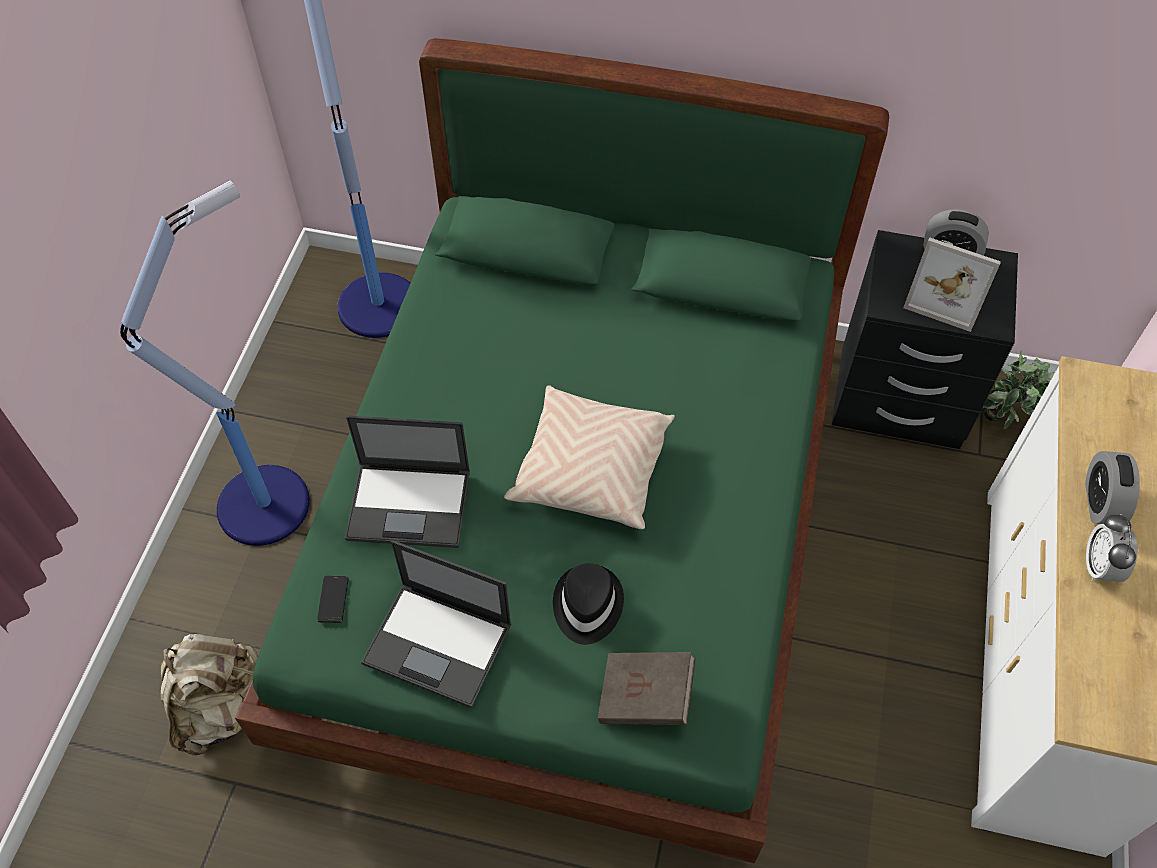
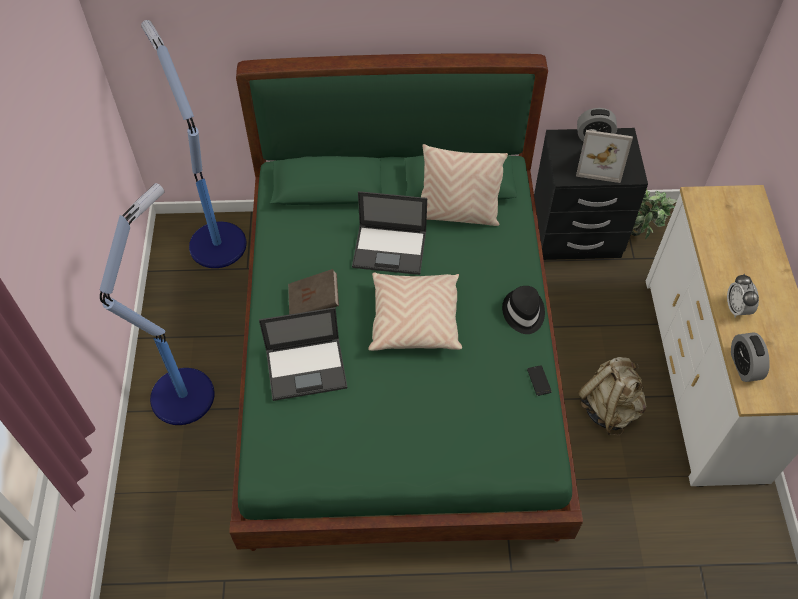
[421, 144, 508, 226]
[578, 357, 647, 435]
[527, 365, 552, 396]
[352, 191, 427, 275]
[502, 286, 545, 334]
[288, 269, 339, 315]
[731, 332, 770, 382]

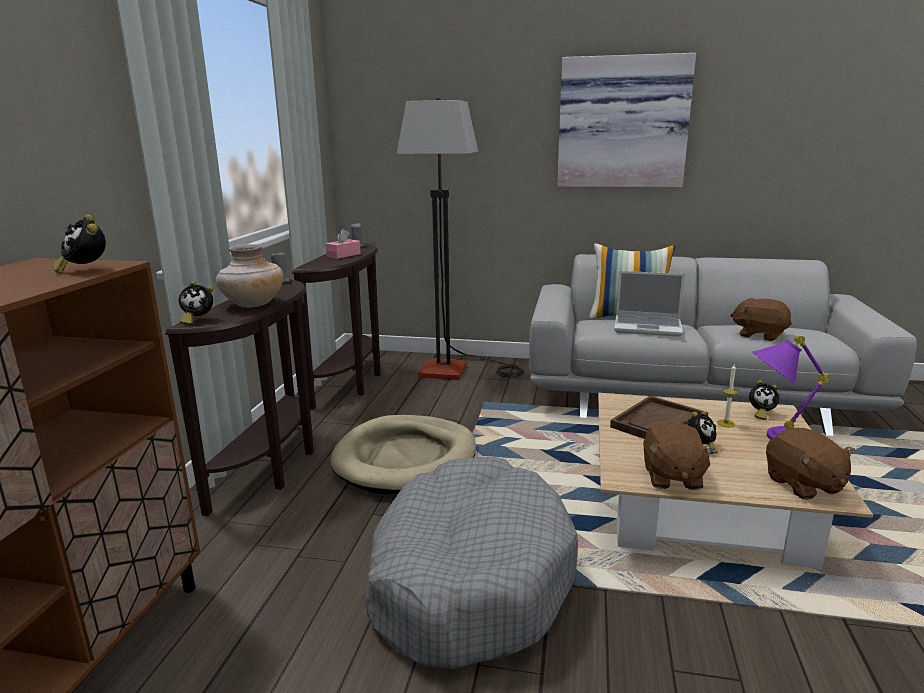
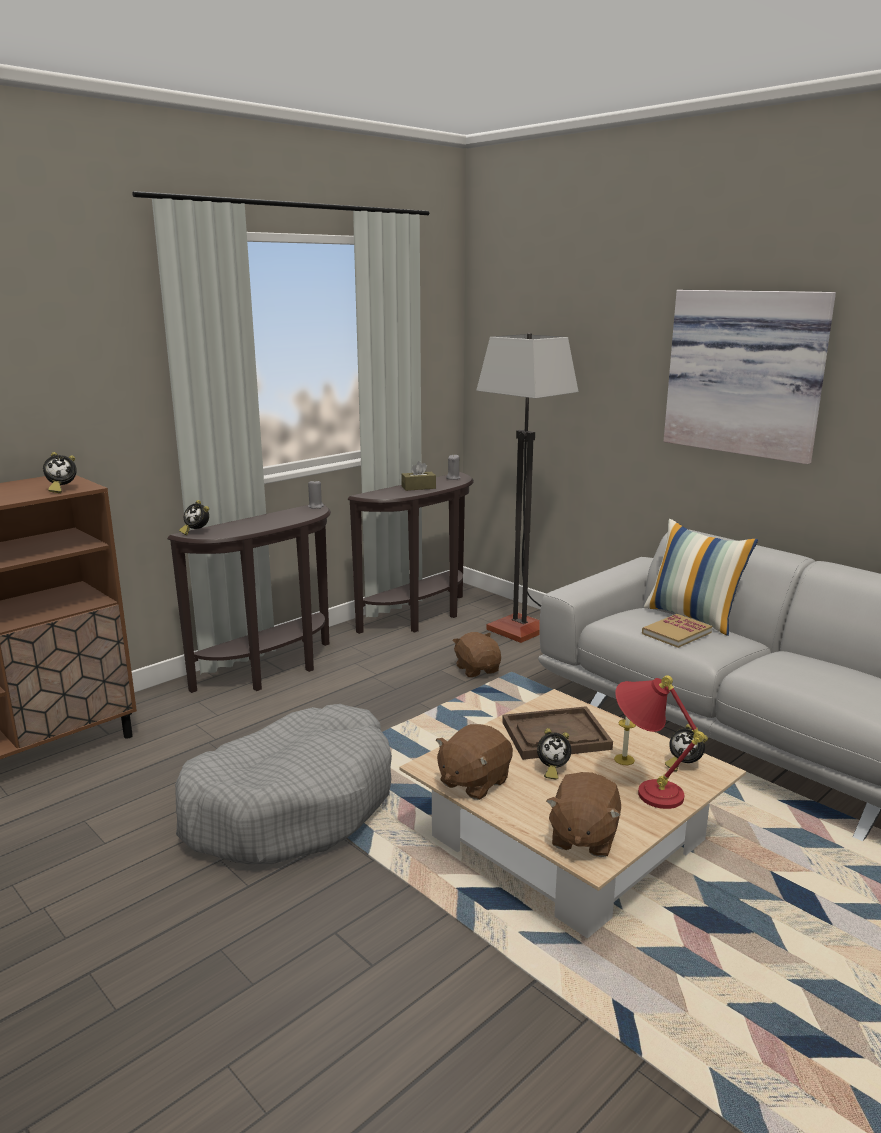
[216, 244, 283, 308] (first image)
[330, 415, 476, 494] (first image)
[452, 632, 501, 677]
[642, 614, 712, 648]
[401, 461, 436, 491]
[615, 675, 705, 809]
[43, 452, 77, 493]

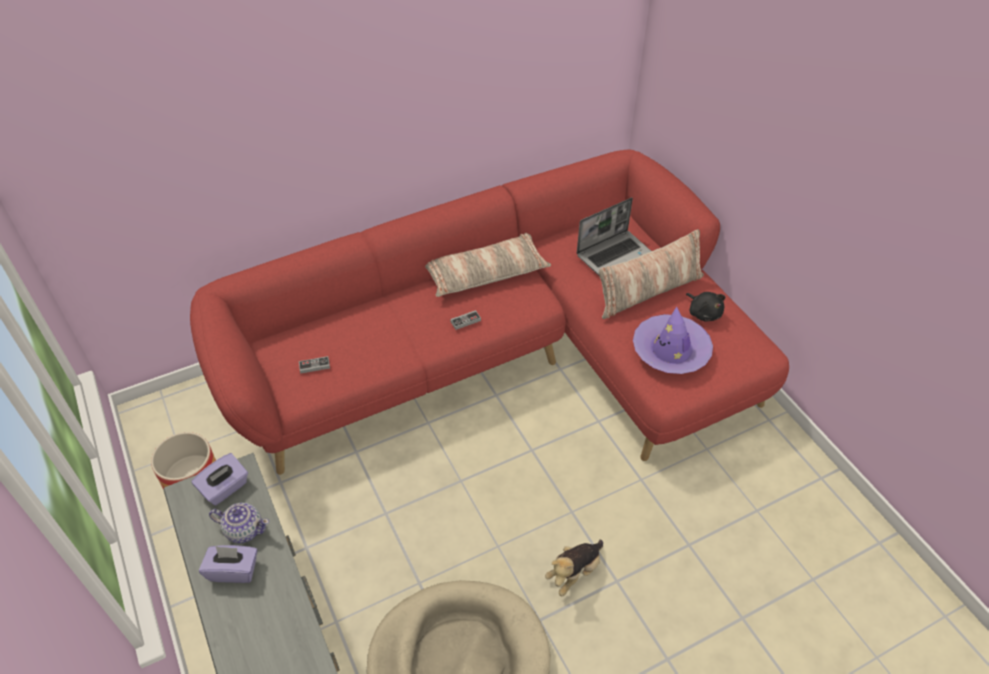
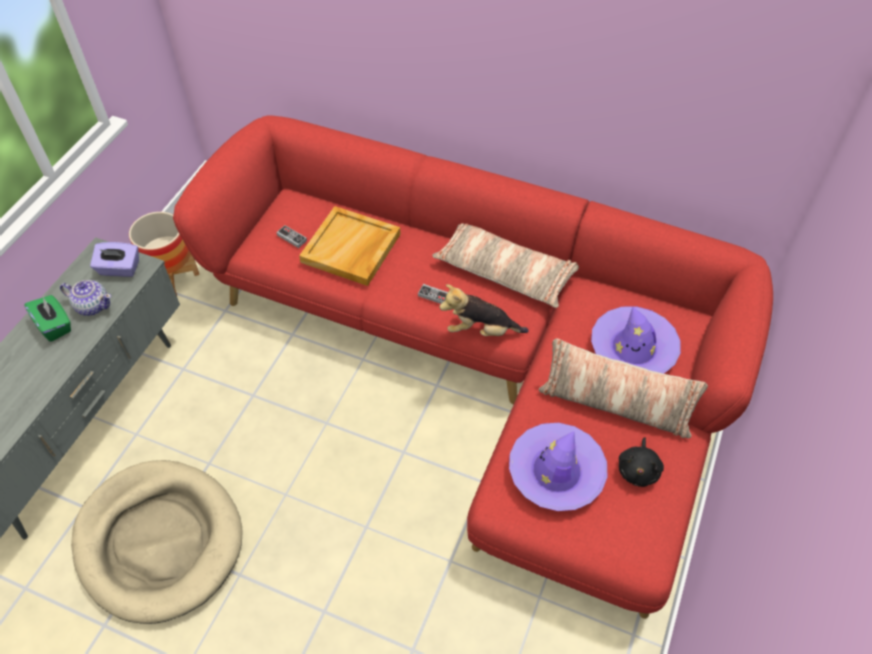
[299, 206, 401, 286]
[439, 284, 528, 336]
[591, 306, 681, 374]
[24, 295, 71, 342]
[60, 280, 111, 316]

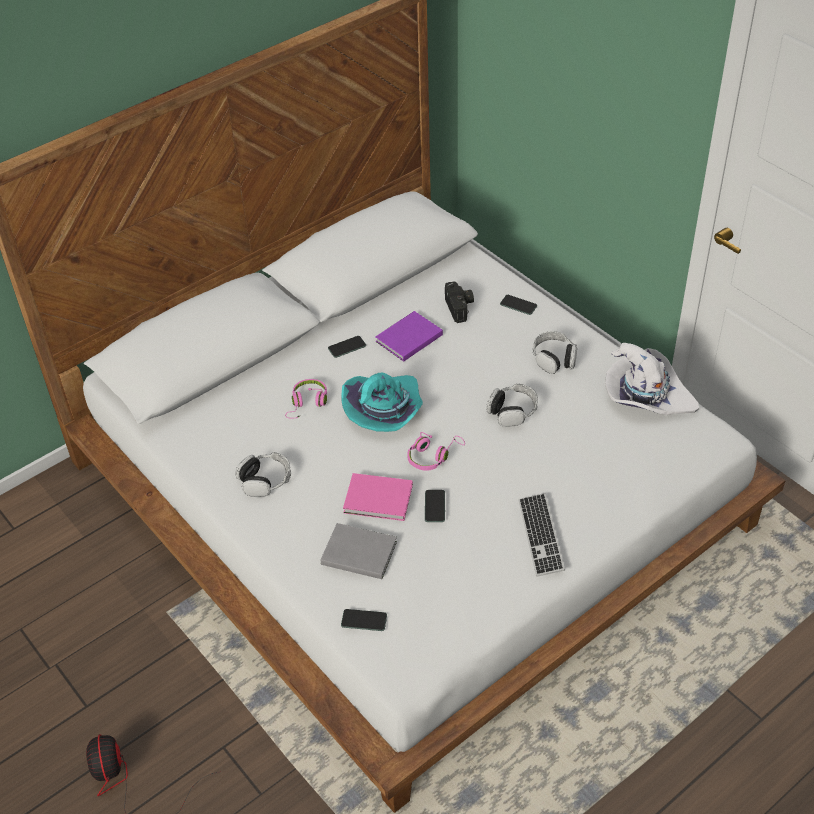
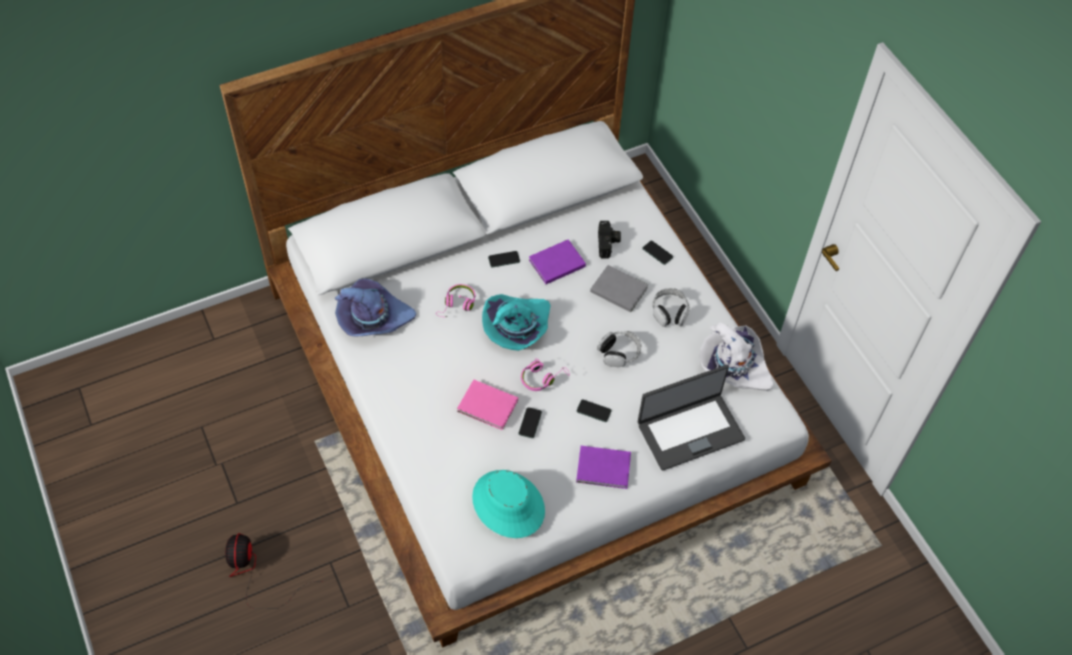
[235, 452, 291, 497] (first image)
[335, 278, 417, 336]
[472, 470, 545, 538]
[638, 365, 745, 471]
[590, 265, 648, 312]
[577, 399, 612, 422]
[576, 446, 631, 489]

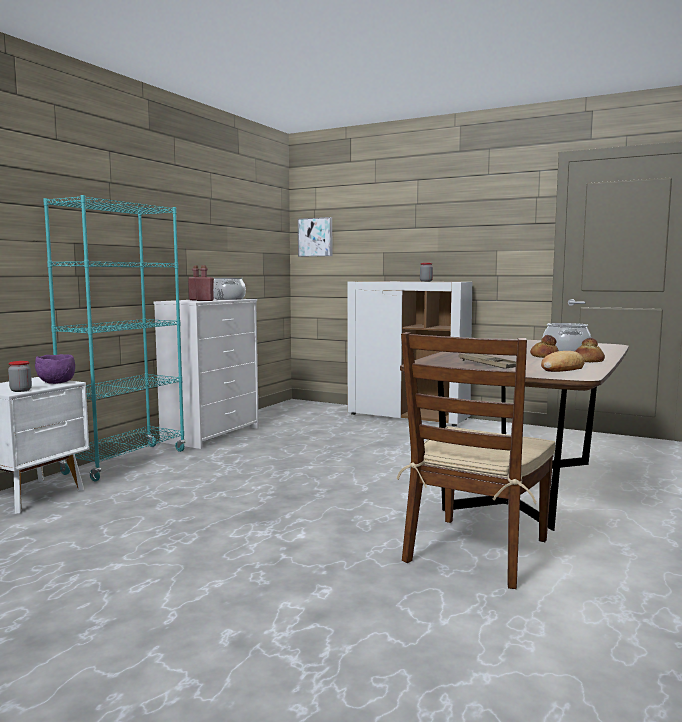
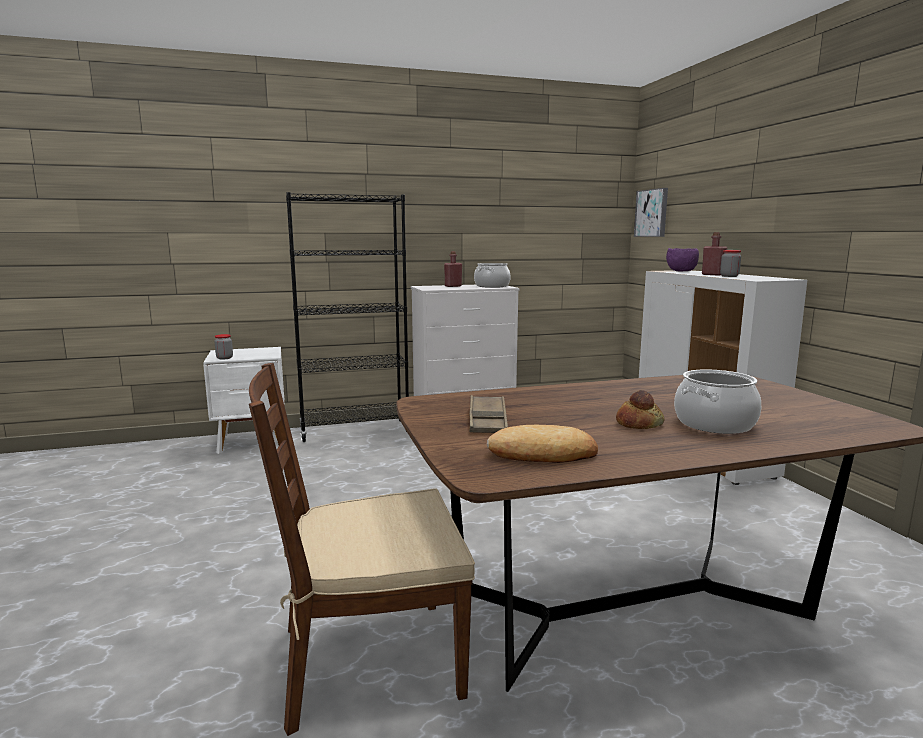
[575, 338, 605, 362] (first image)
[666, 248, 699, 272]
[702, 232, 727, 276]
[286, 192, 409, 442]

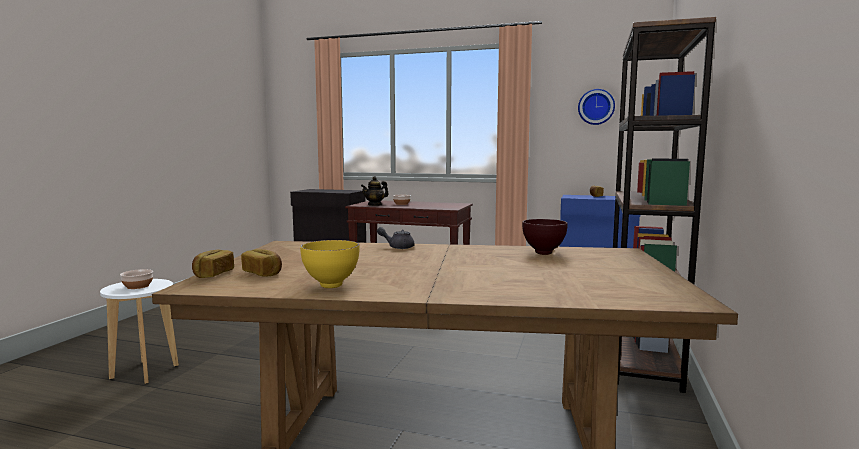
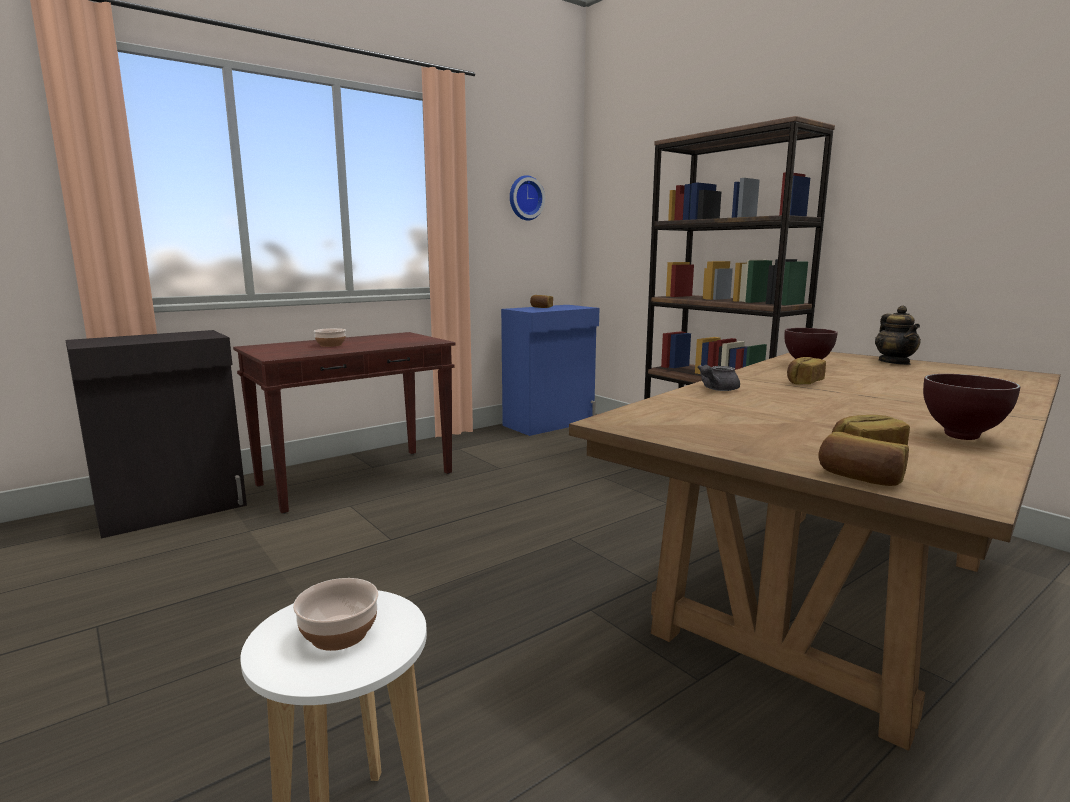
[787, 357, 826, 385]
[875, 305, 921, 365]
[923, 374, 1020, 440]

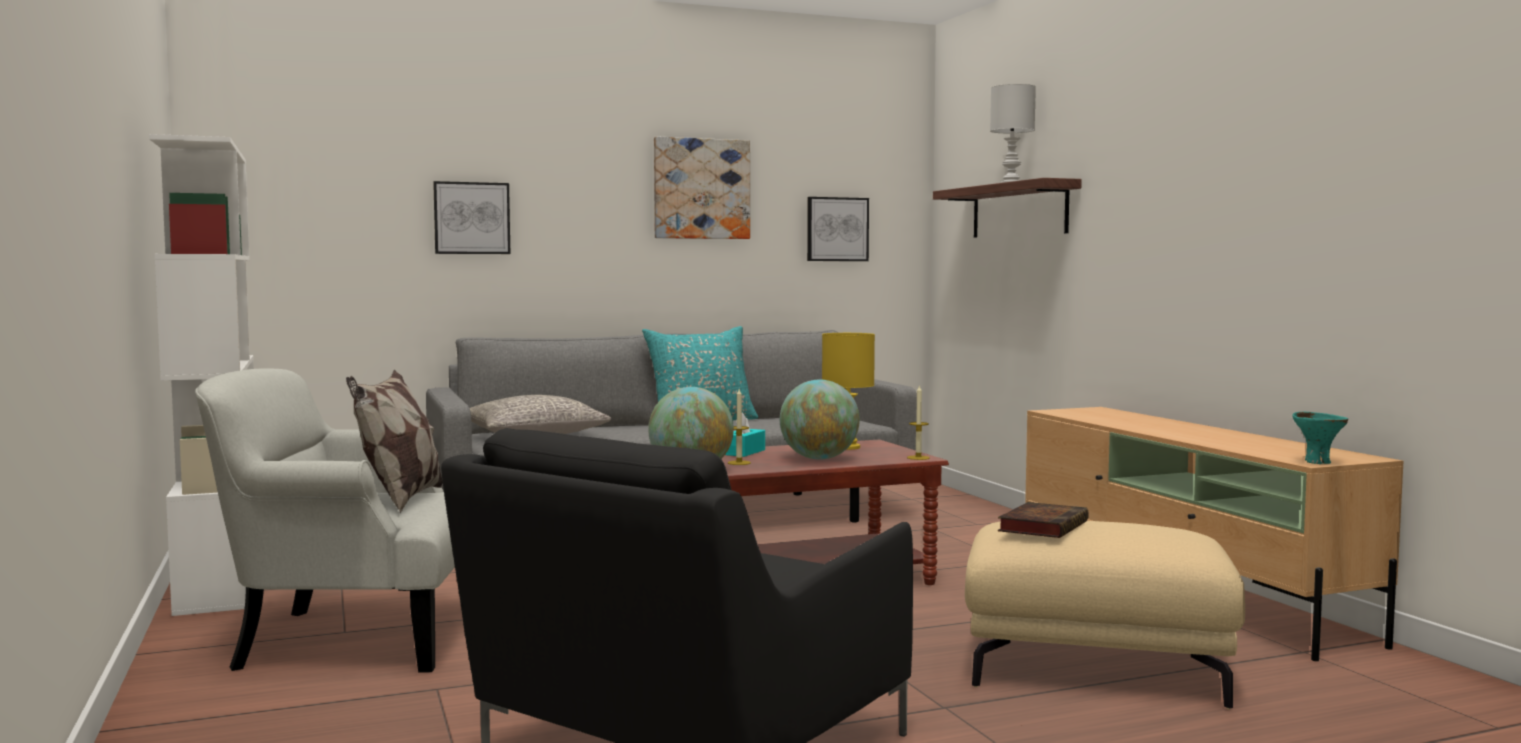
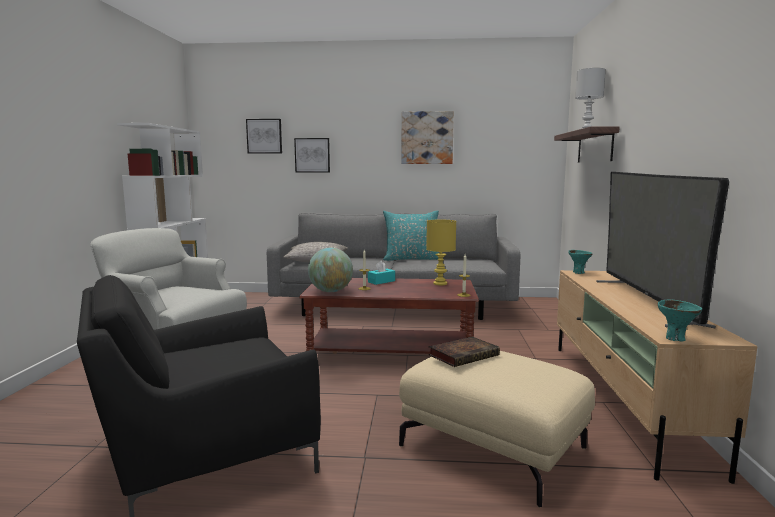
[346, 370, 443, 513] (first image)
[780, 380, 860, 460] (first image)
[568, 250, 593, 274]
[597, 172, 729, 328]
[246, 119, 282, 154]

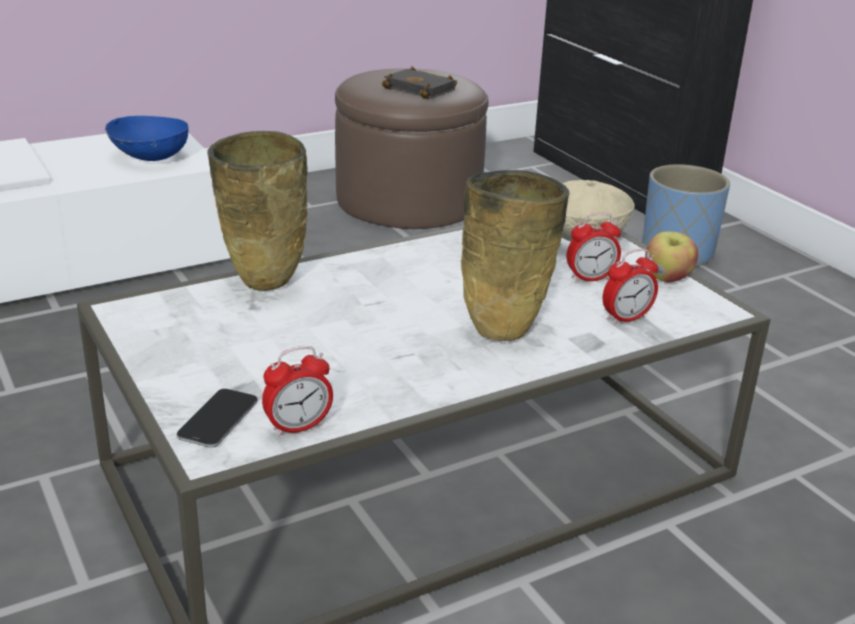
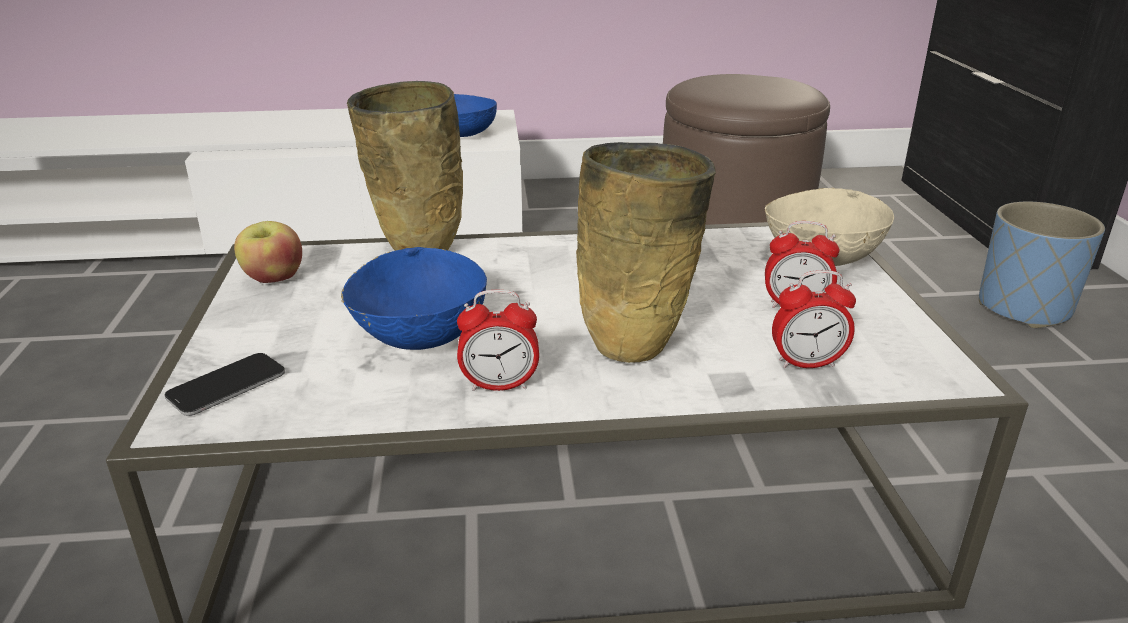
[382, 66, 457, 100] (first image)
[341, 247, 487, 350]
[457, 290, 539, 391]
[234, 221, 302, 283]

